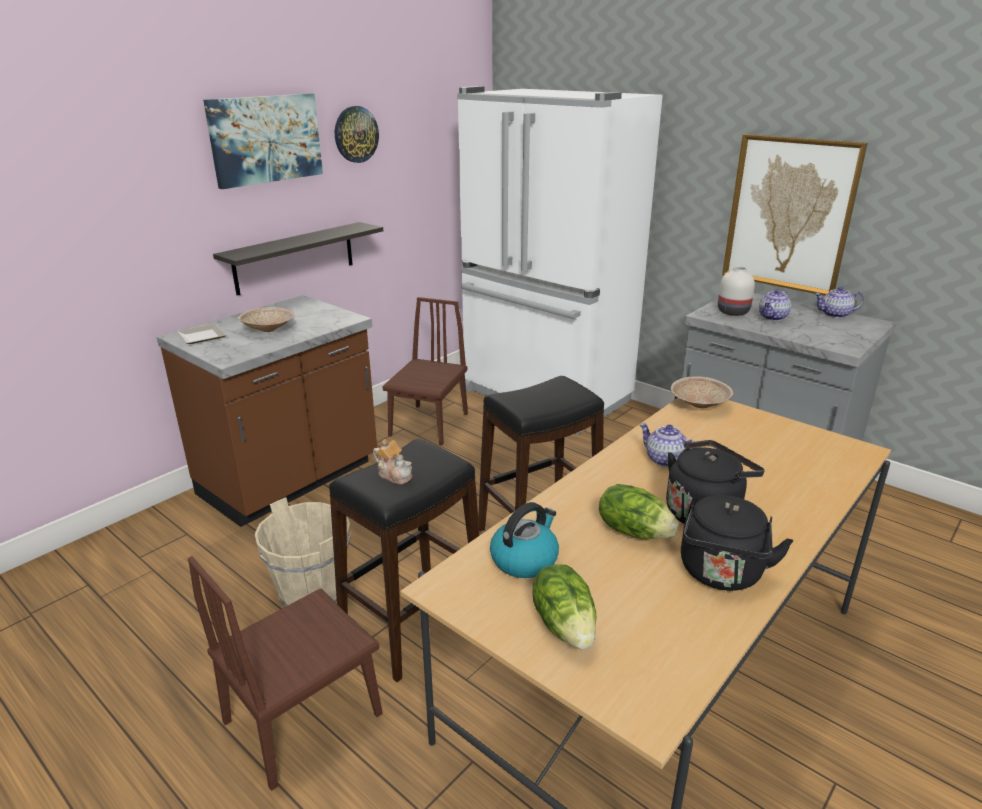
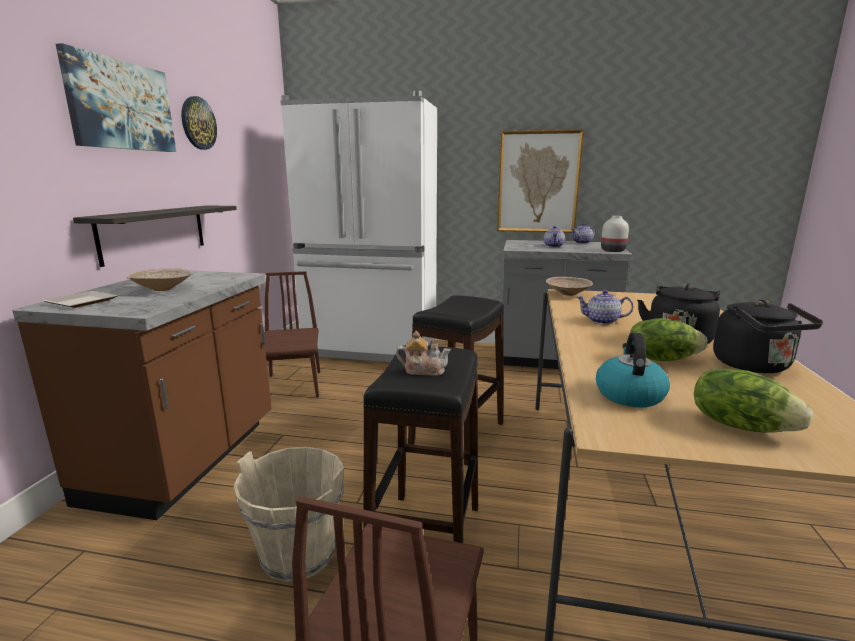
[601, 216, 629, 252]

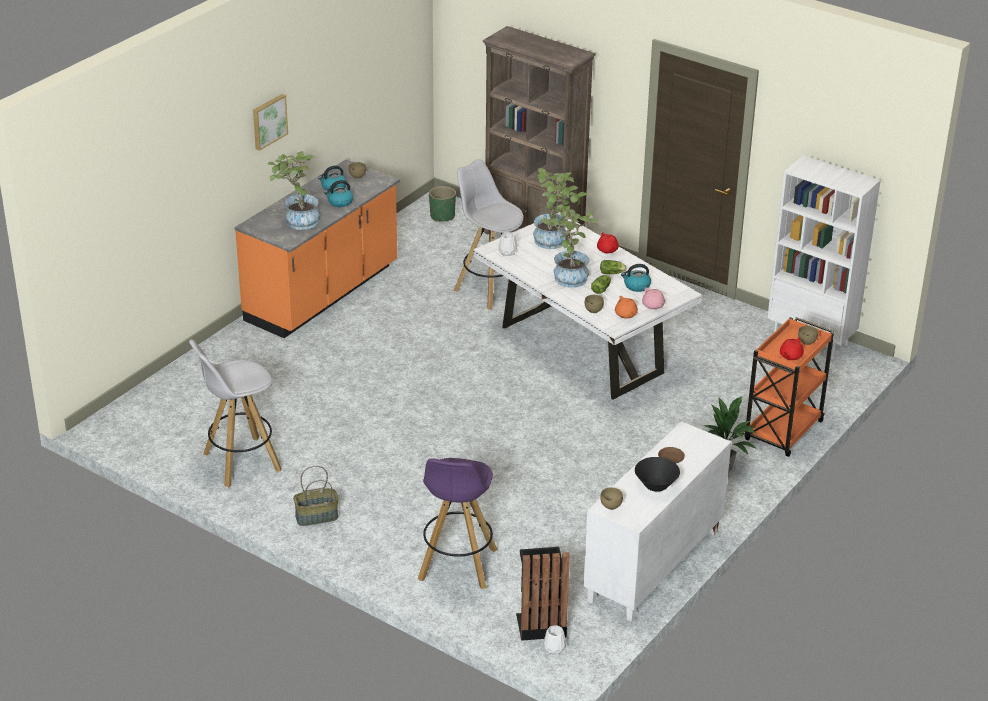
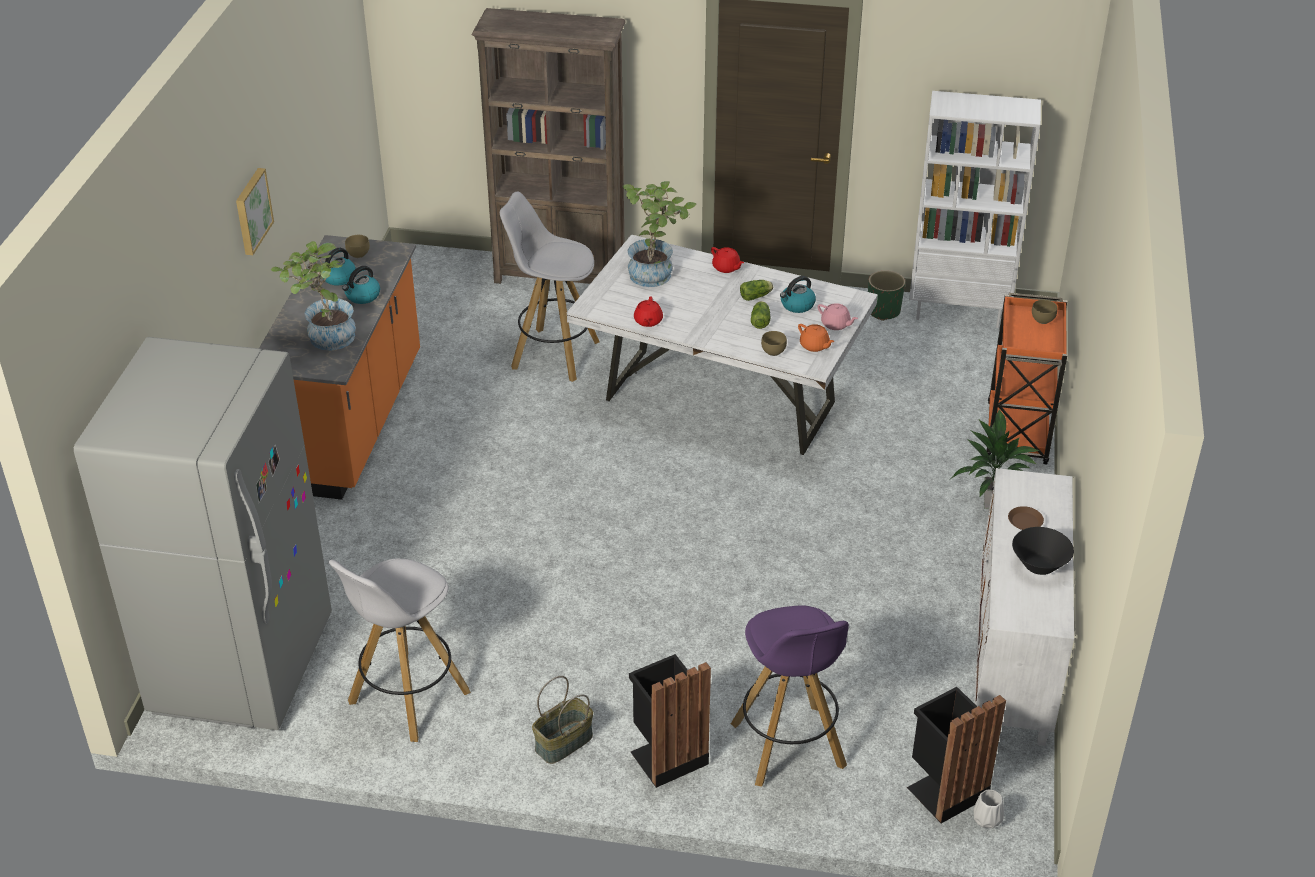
[499, 232, 517, 256] (first image)
[540, 204, 598, 288] (first image)
[600, 487, 623, 510] (first image)
[74, 337, 332, 730]
[629, 654, 711, 788]
[868, 271, 905, 321]
[634, 297, 663, 327]

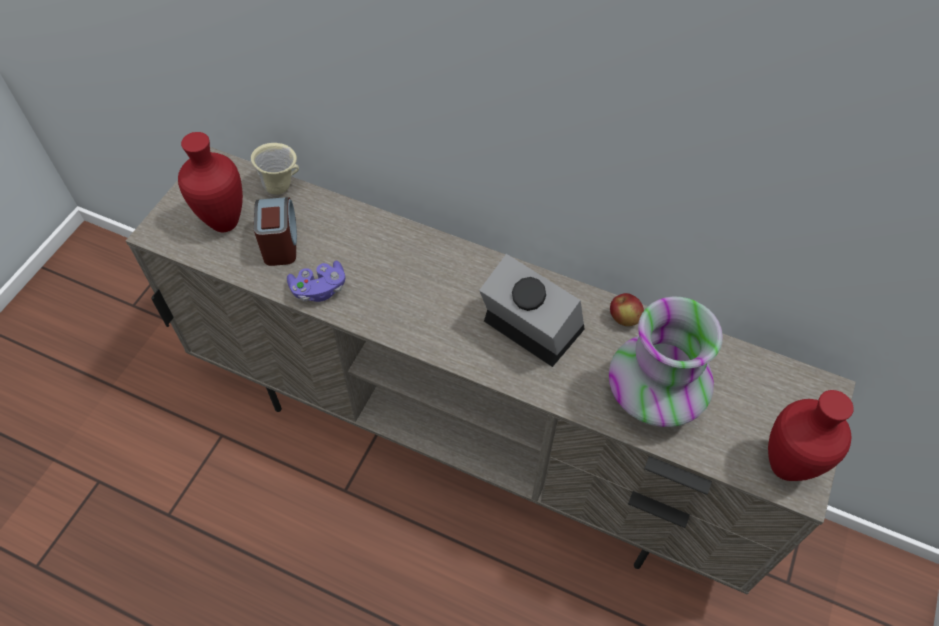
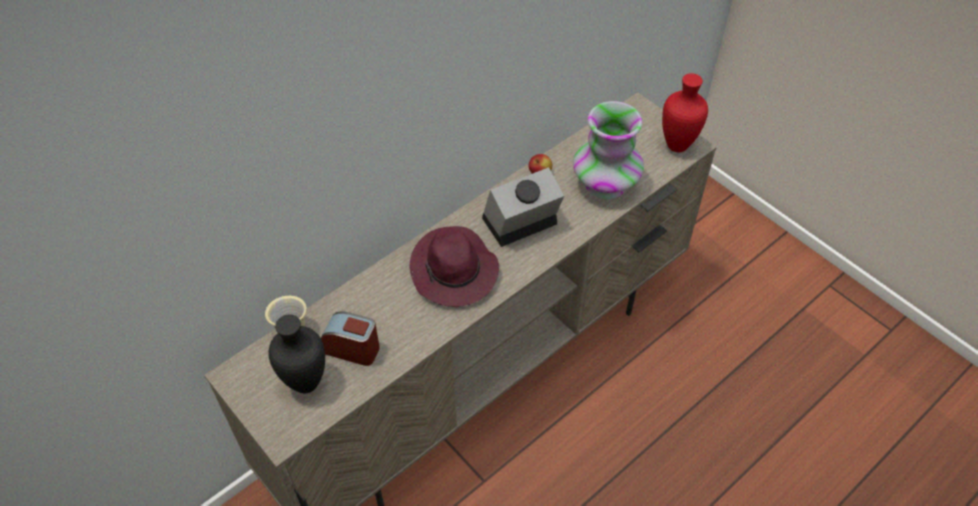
[287, 261, 346, 302] (first image)
[409, 226, 499, 307]
[268, 314, 325, 393]

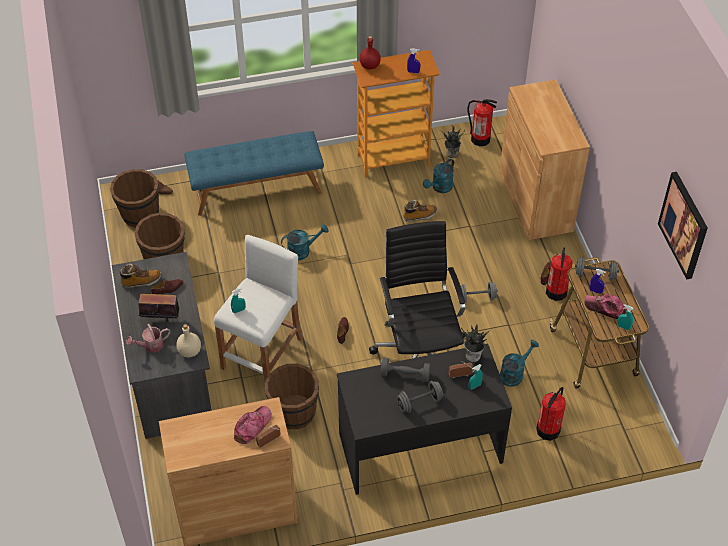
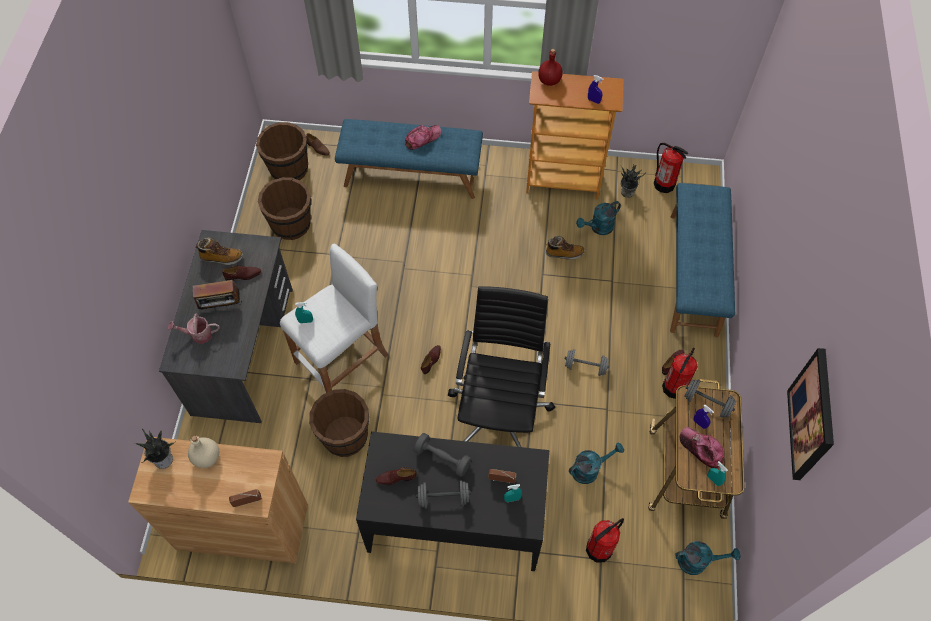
[375, 467, 417, 485]
[188, 436, 219, 468]
[405, 125, 441, 150]
[676, 541, 740, 575]
[135, 428, 175, 469]
[670, 183, 735, 337]
[192, 280, 242, 310]

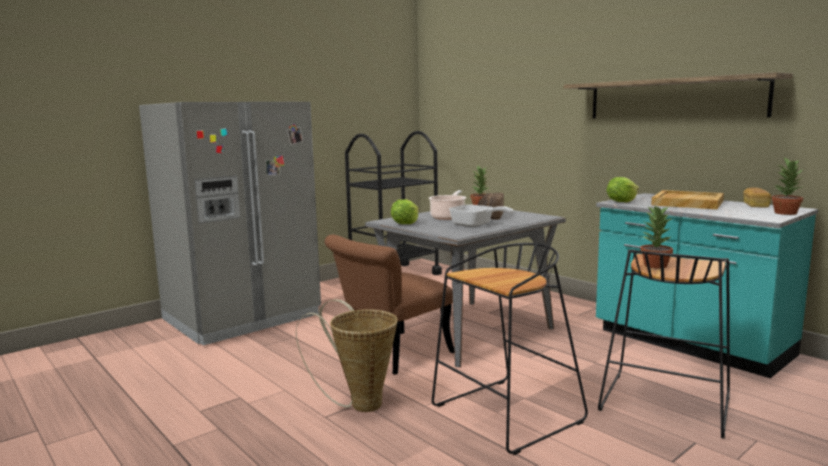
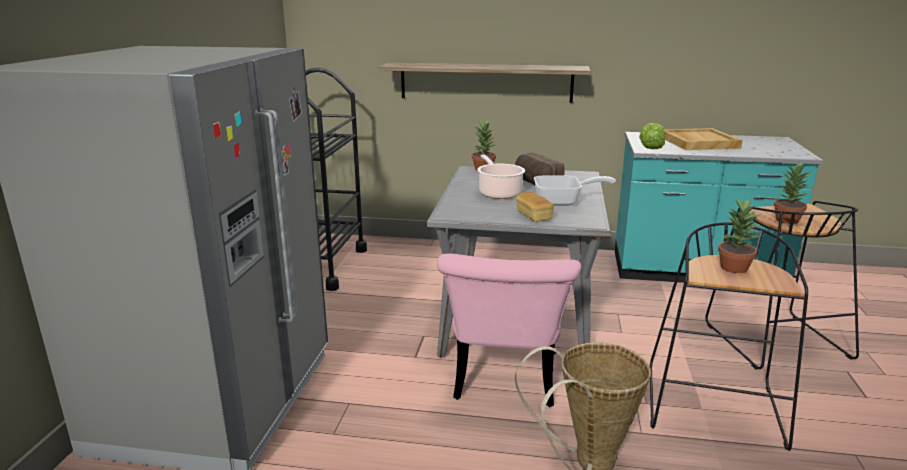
[391, 199, 419, 224] (first image)
[379, 62, 590, 103]
[516, 191, 554, 222]
[718, 197, 759, 273]
[437, 254, 581, 407]

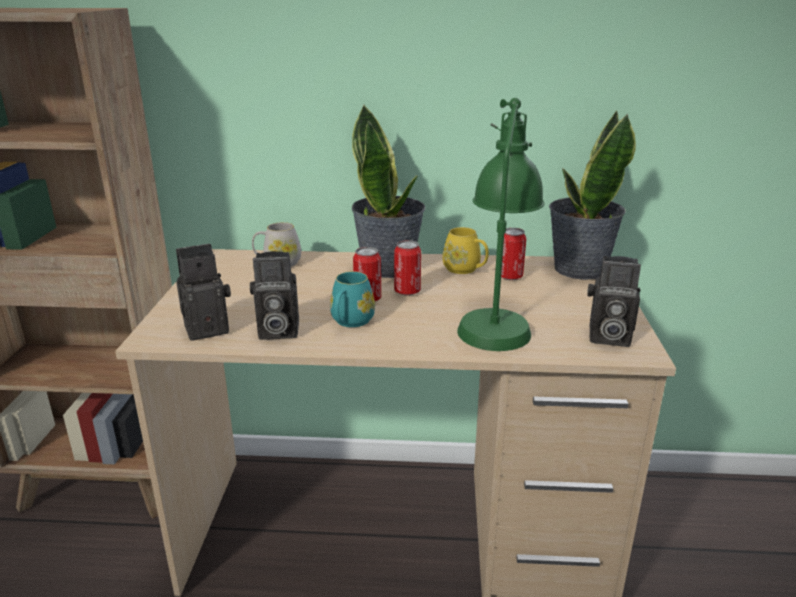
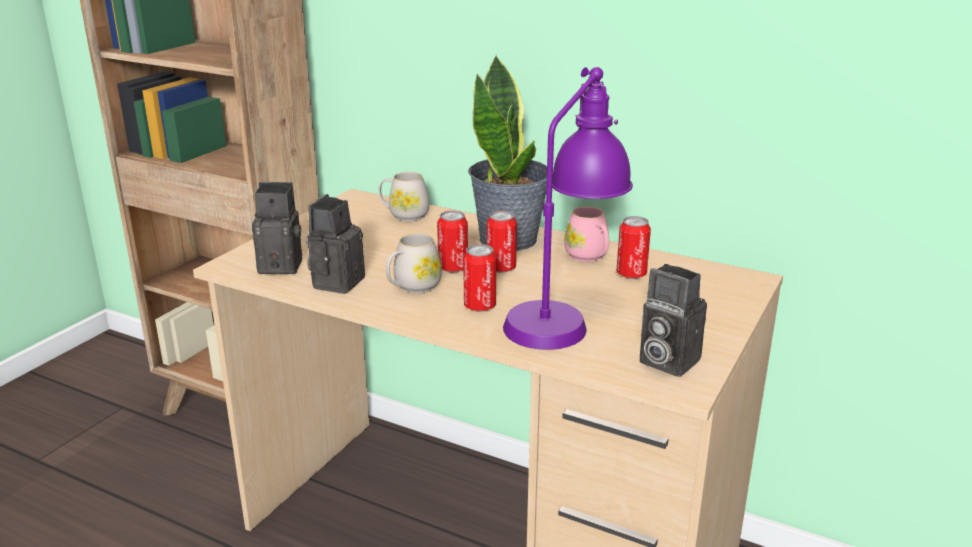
[549, 111, 636, 280] (first image)
[463, 244, 496, 312]
[386, 233, 442, 293]
[564, 206, 609, 262]
[503, 67, 633, 350]
[306, 194, 365, 294]

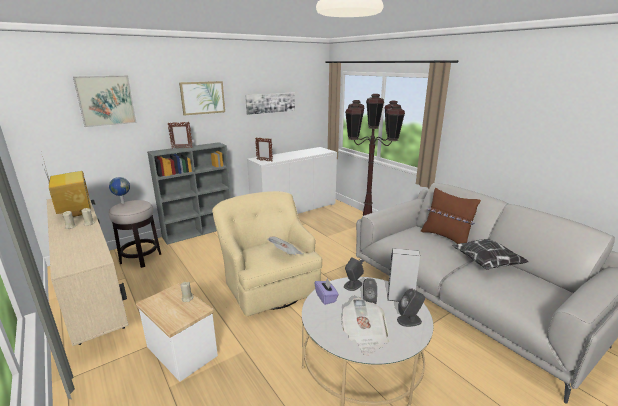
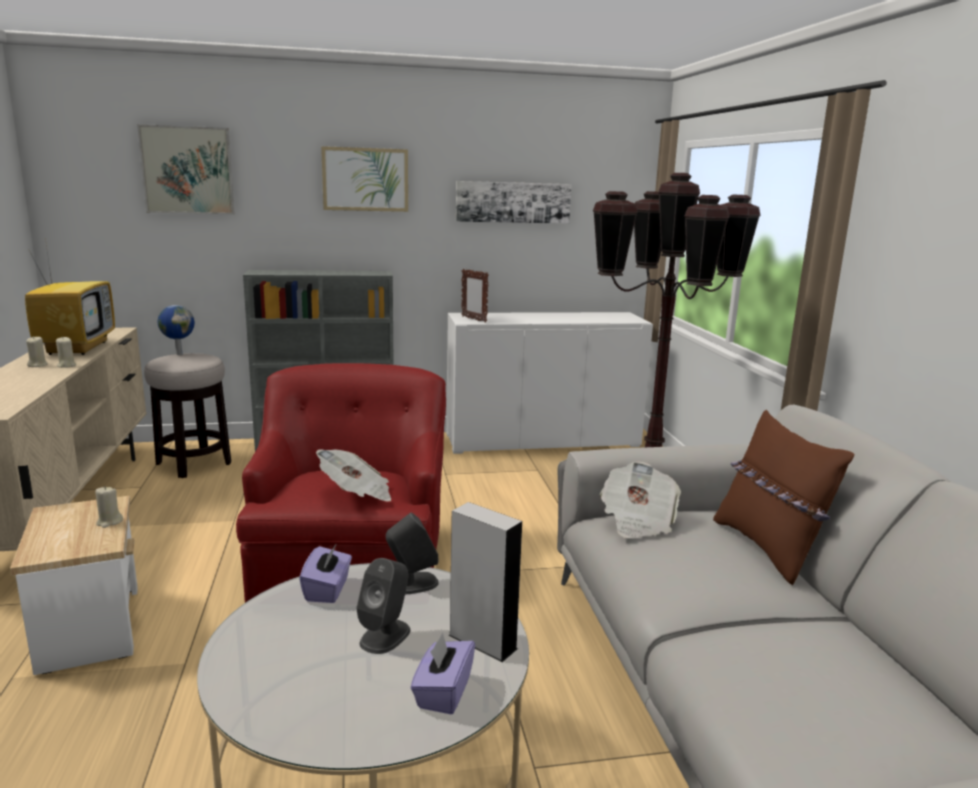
[168, 122, 193, 149] (first image)
[452, 239, 528, 270] (first image)
[600, 461, 681, 539]
[411, 633, 475, 715]
[236, 363, 446, 603]

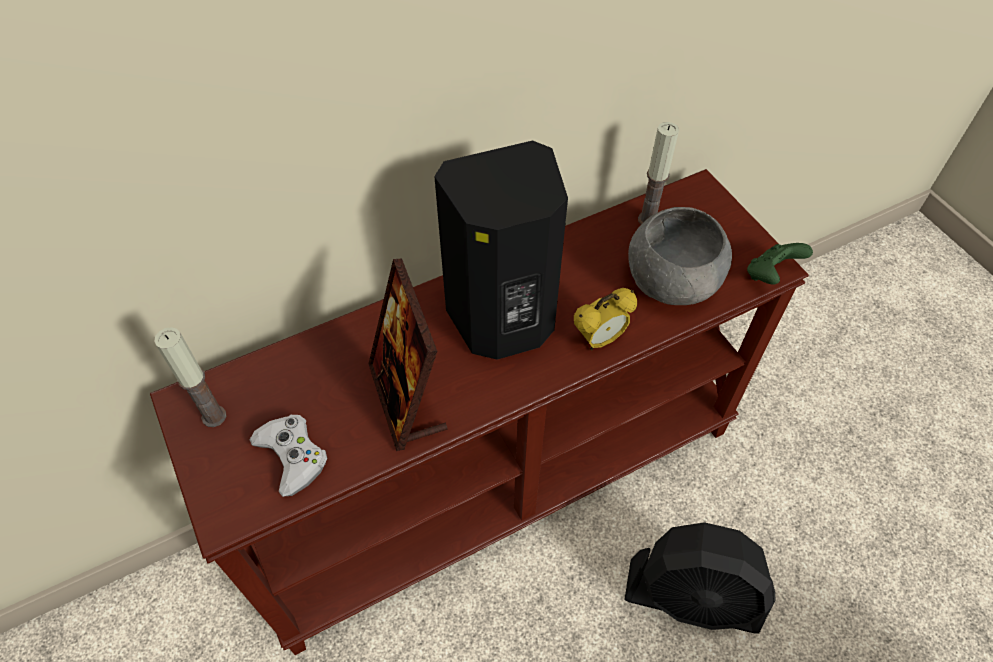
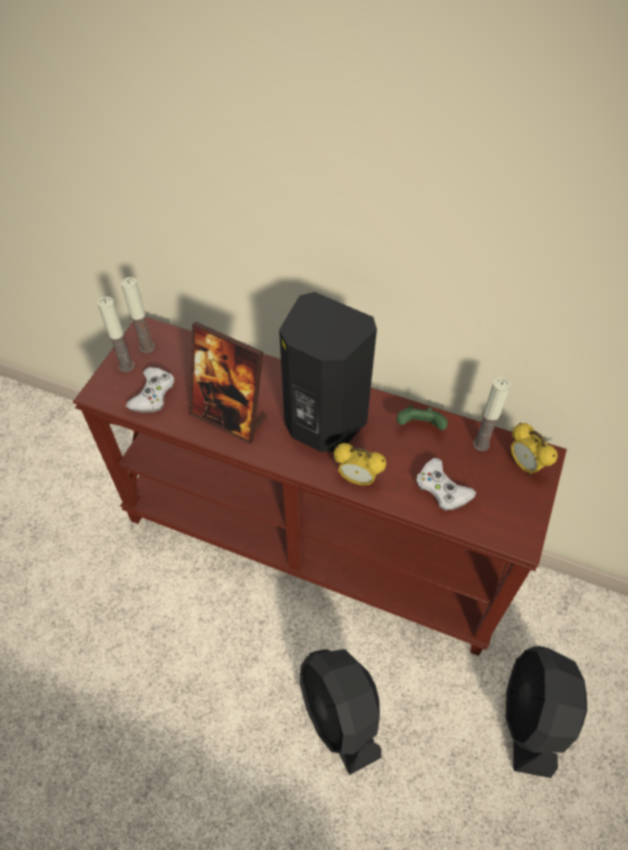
[97, 296, 135, 372]
[506, 646, 587, 778]
[511, 423, 558, 475]
[397, 405, 448, 430]
[416, 458, 476, 510]
[189, 322, 267, 444]

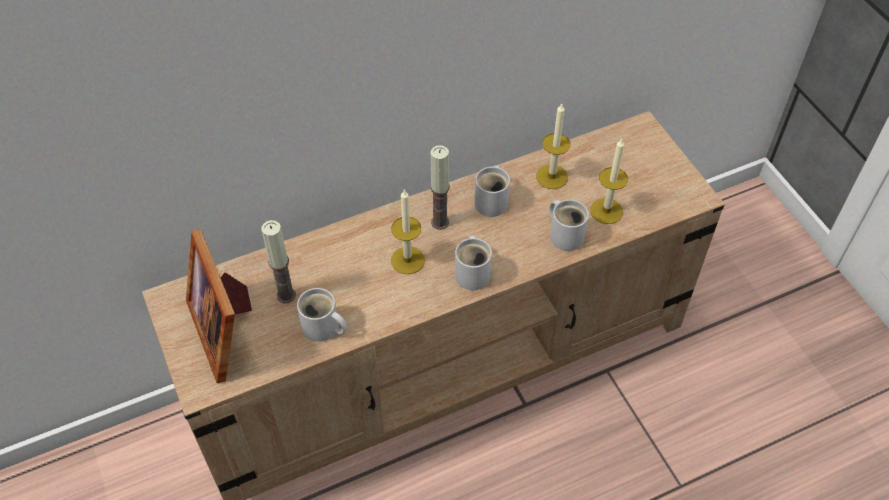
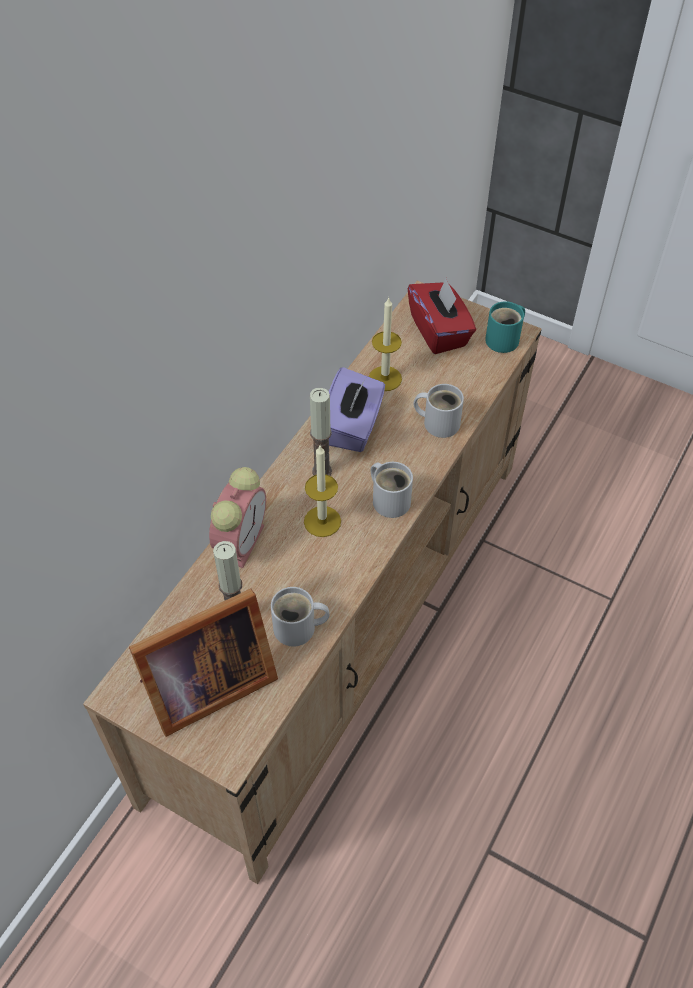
[590, 139, 628, 224] (first image)
[209, 467, 266, 568]
[407, 278, 476, 354]
[485, 301, 525, 353]
[329, 367, 385, 452]
[129, 588, 278, 737]

